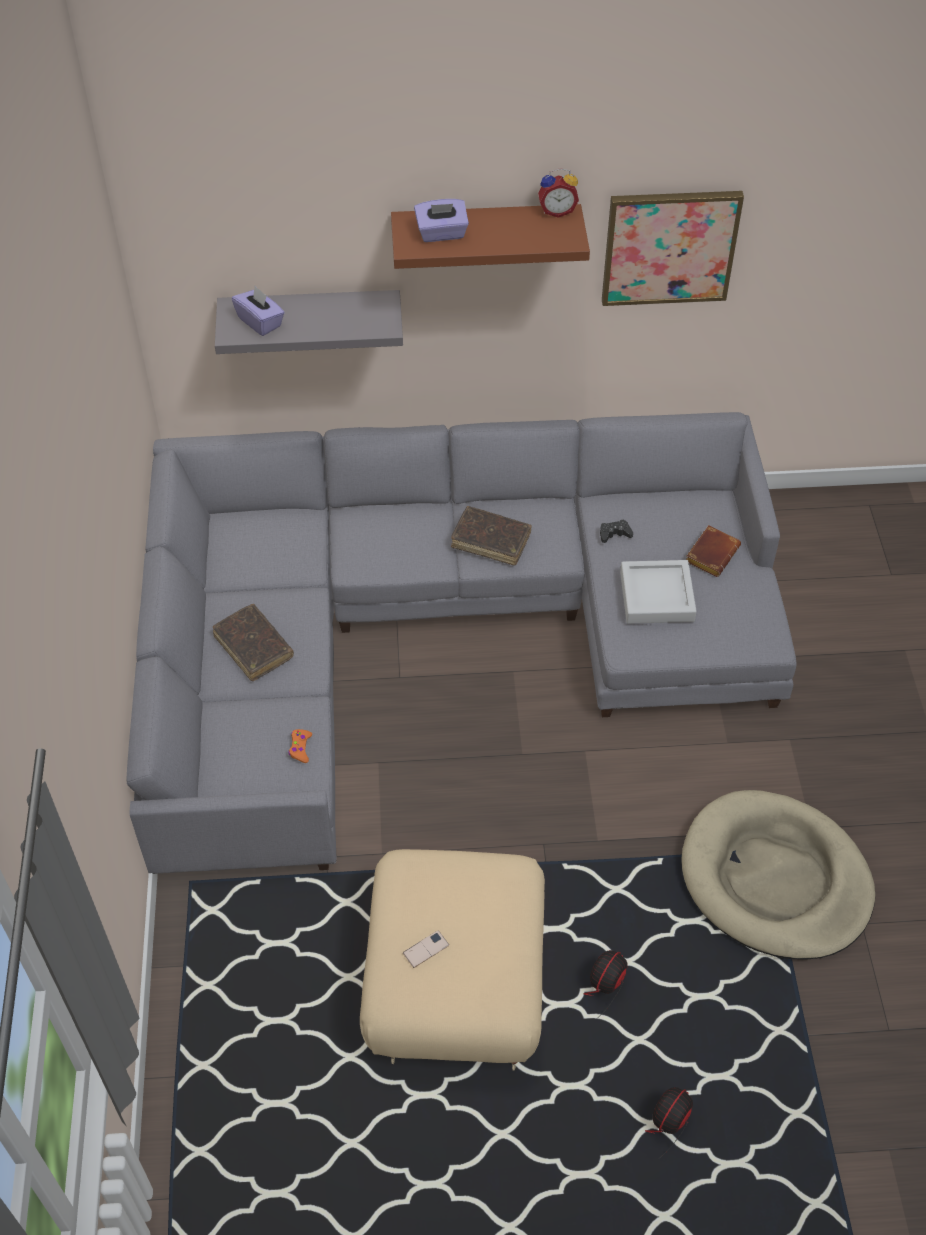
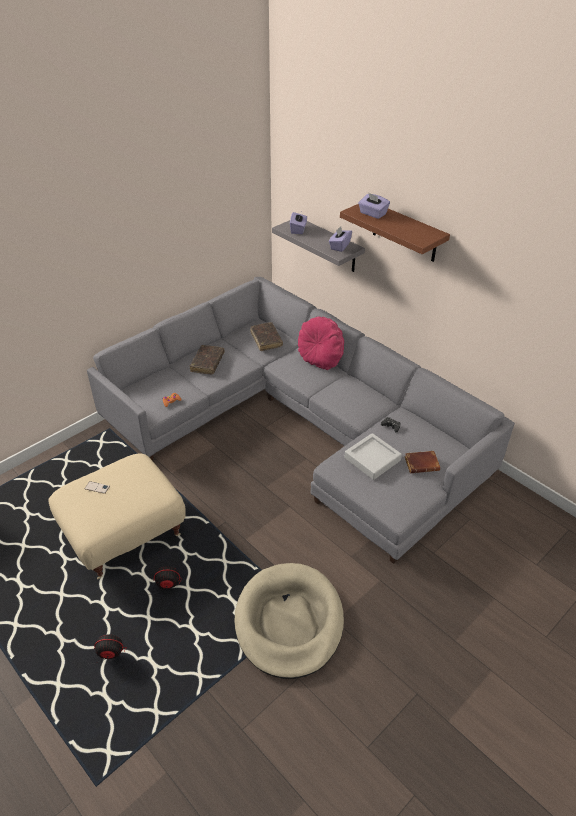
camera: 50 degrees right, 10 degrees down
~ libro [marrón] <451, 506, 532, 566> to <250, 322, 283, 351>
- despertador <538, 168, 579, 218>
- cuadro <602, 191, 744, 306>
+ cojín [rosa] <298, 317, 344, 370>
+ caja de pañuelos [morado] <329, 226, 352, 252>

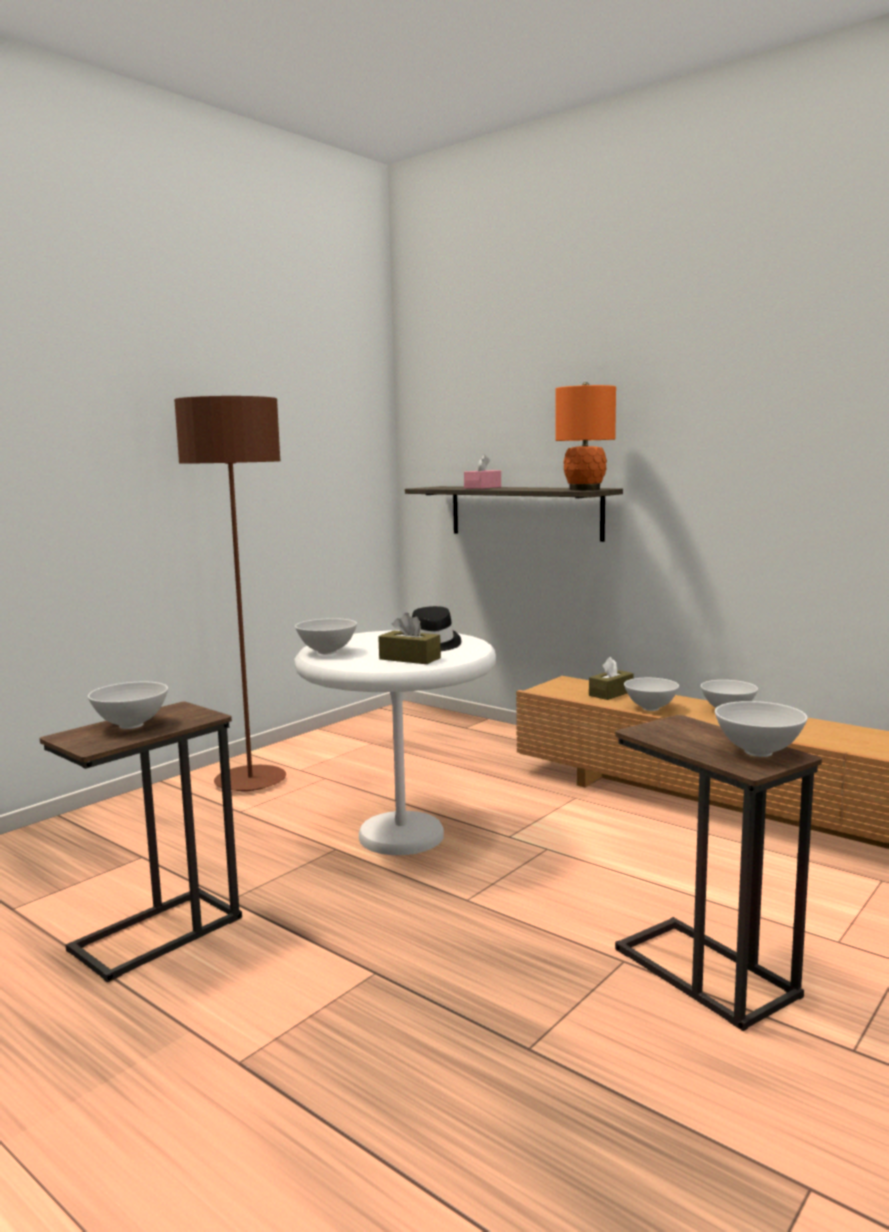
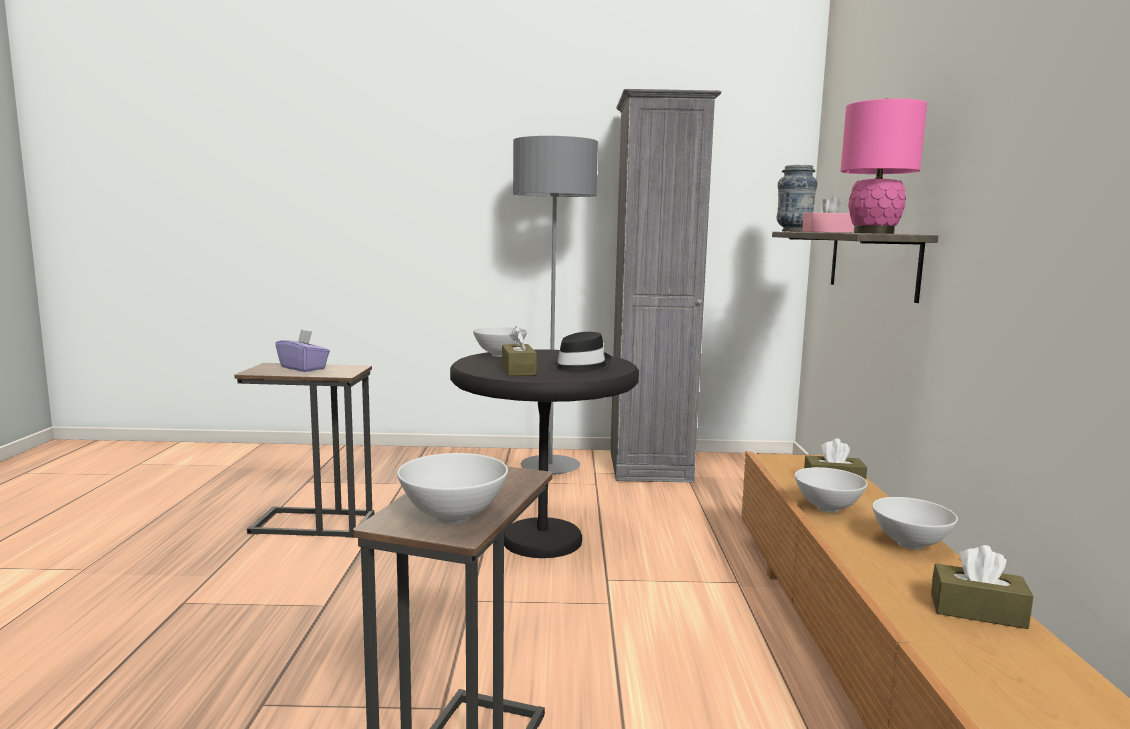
camera: 50 degrees right, 0 degrees up
~ cuenco [blanco] <88, 682, 168, 729> to caja de pañuelos [morado] <275, 329, 330, 372>
~ lámpara de pie [marrón] <174, 396, 286, 791> to lámpara de pie [gris] <513, 136, 598, 475>
~ mesa auxiliar [blanco] <295, 630, 496, 855> to mesa auxiliar [negro] <450, 349, 639, 558>
~ lámpara de mesa [naranja] <555, 382, 616, 490> to lámpara de mesa [rosa] <841, 98, 927, 234>
+ armario [gris] <611, 89, 721, 482>
+ florero <777, 165, 818, 232>
+ caja de pañuelos [marrón] <931, 545, 1034, 629>

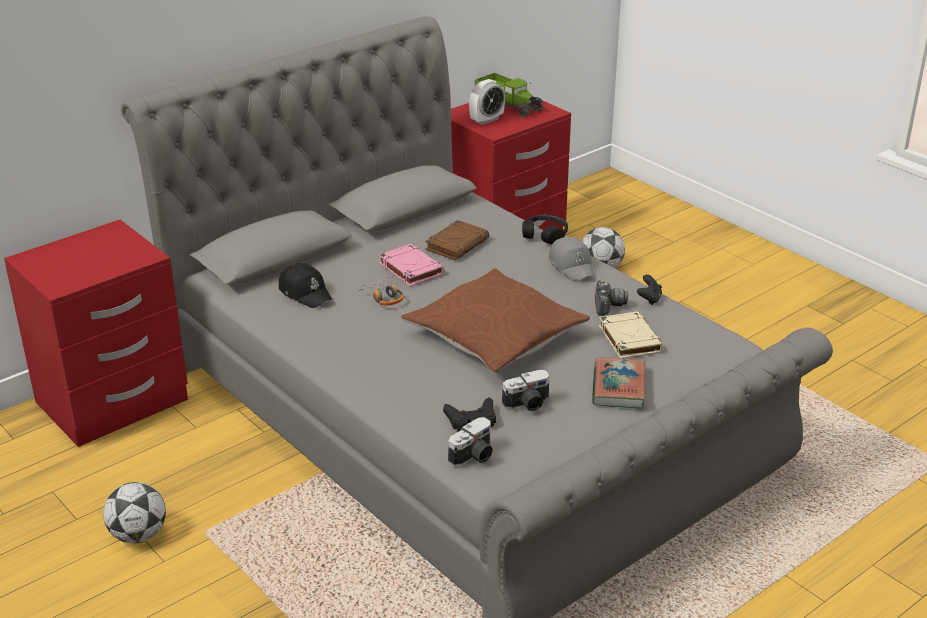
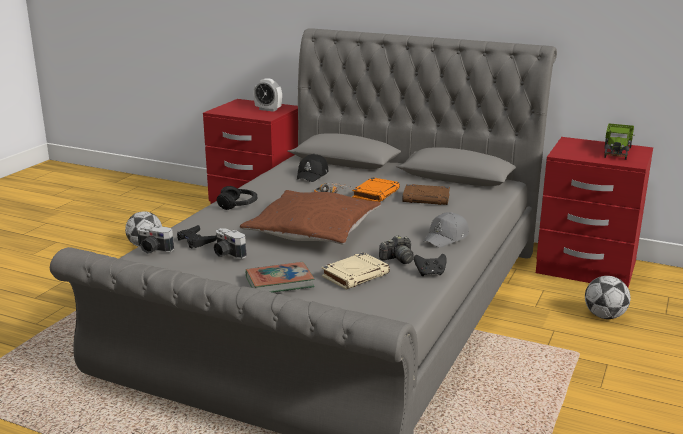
camera: 65 degrees right, 10 degrees down
~ libro [rosa] <379, 244, 444, 287> to libro [naranja] <352, 177, 400, 202>
~ despertador <469, 79, 505, 125> to <253, 78, 282, 112>
~ auriculares [negro] <522, 215, 568, 245> to <217, 186, 257, 210>

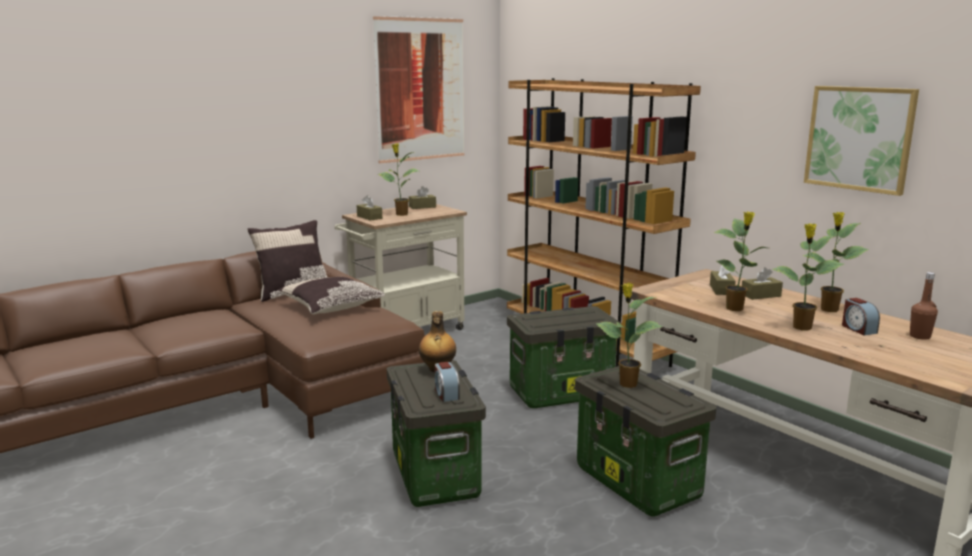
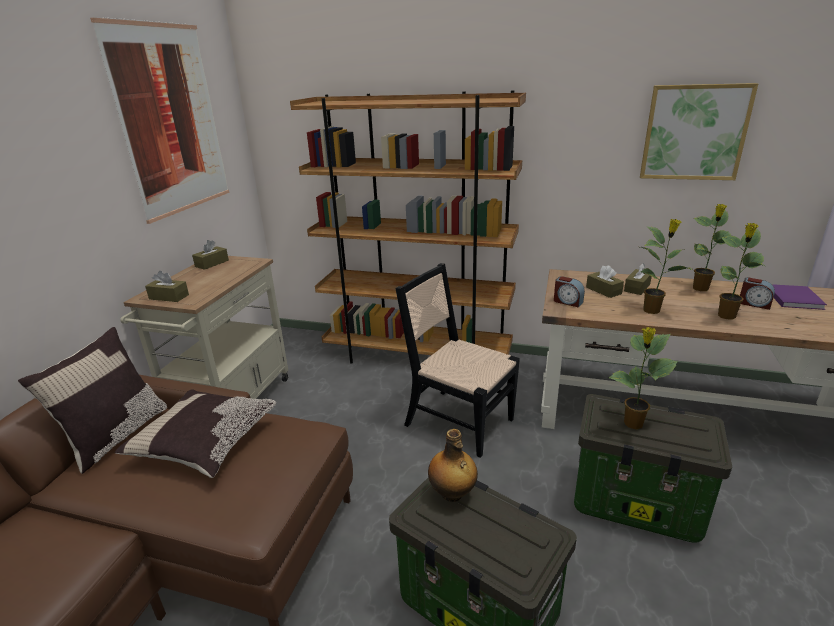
camera: 35 degrees left, 10 degrees up
- planta en maceta <378, 143, 418, 216>
~ despertador <435, 362, 460, 402> to <554, 276, 585, 307>
~ caja de almacenaje <507, 306, 621, 408> to silla <395, 263, 520, 458>
~ botella [marrón] <910, 272, 938, 340> to libro [morado] <772, 284, 827, 310>

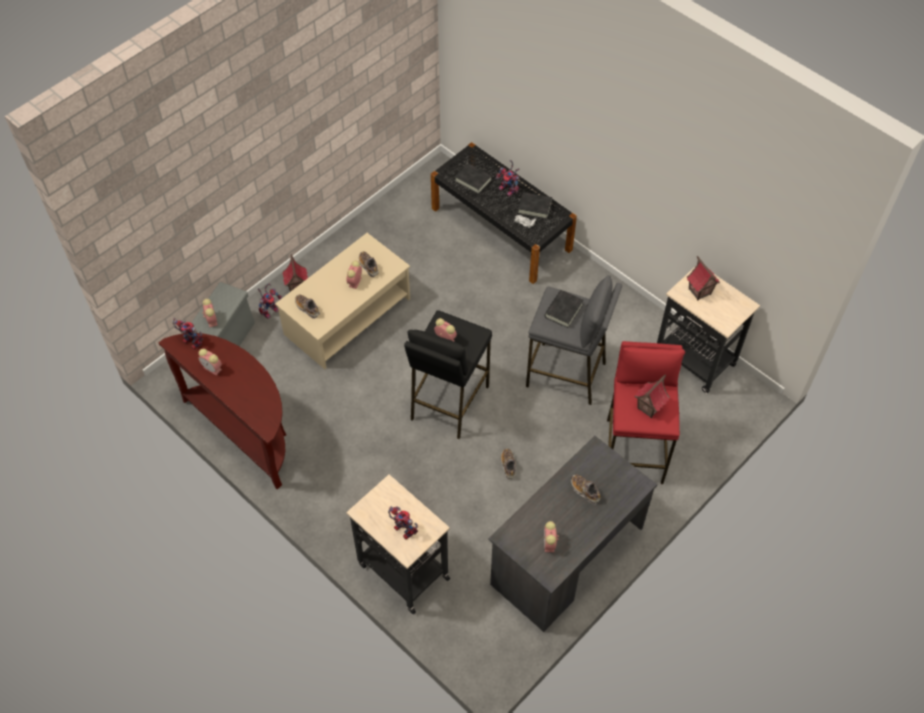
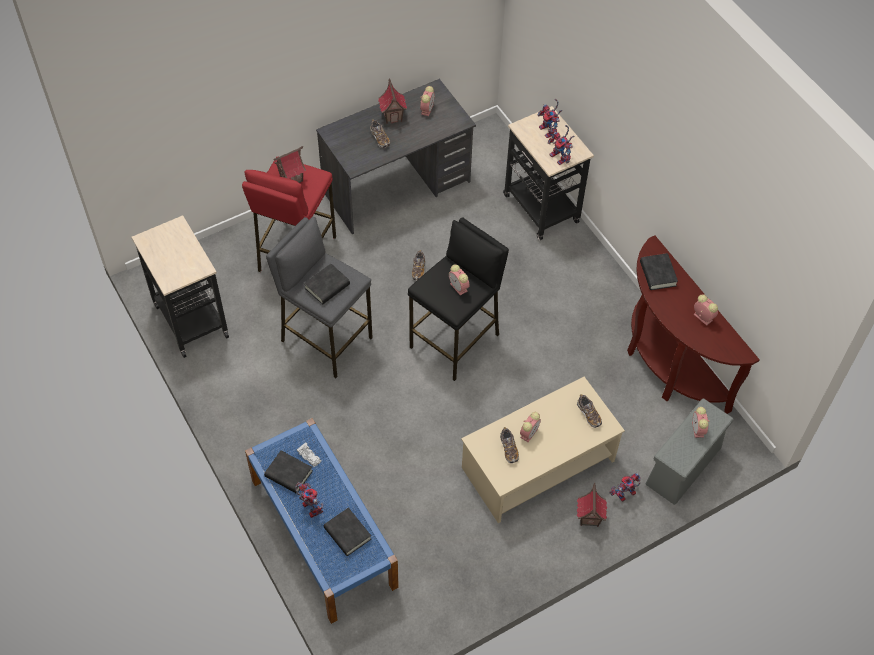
camera: 165 degrees left, 0 degrees up
~ robot de juguete <173, 318, 204, 350> to <547, 125, 575, 165>
~ banco [negro] <431, 142, 577, 284> to banco [azul] <245, 418, 399, 624>
~ casita <687, 256, 720, 301> to <378, 78, 407, 124>
+ libro [negro] <640, 253, 678, 290>

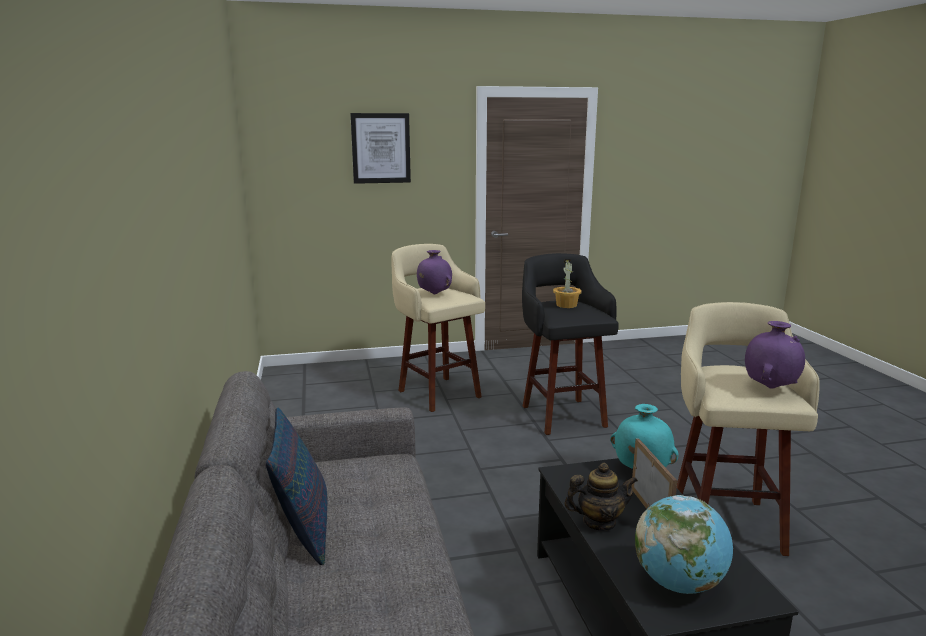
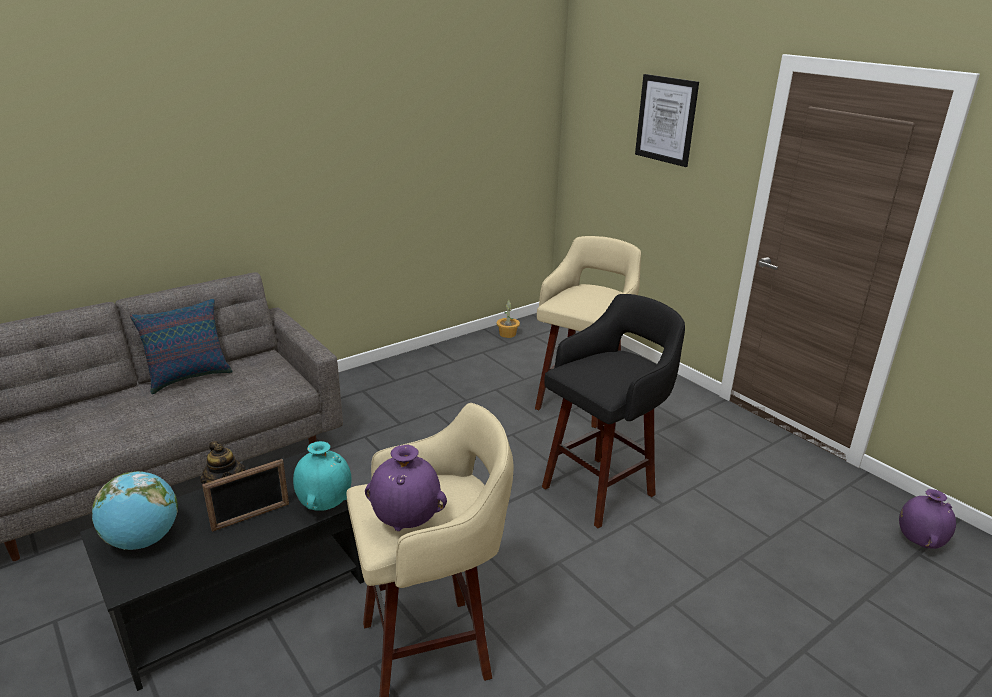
camera: 65 degrees right, 10 degrees up
~ florero [morado] <417, 250, 452, 294> to <899, 489, 956, 549>
~ planta en maceta <553, 259, 582, 308> to <496, 299, 520, 338>

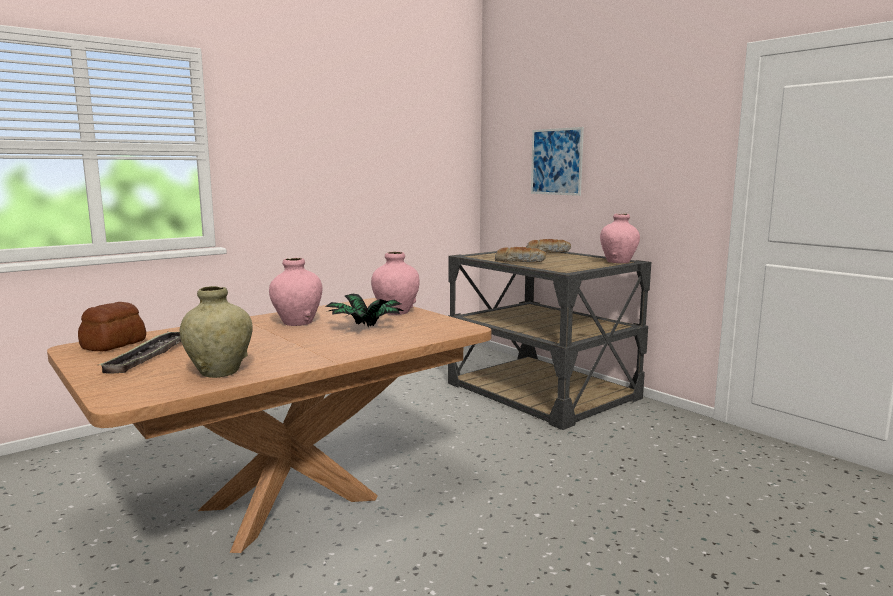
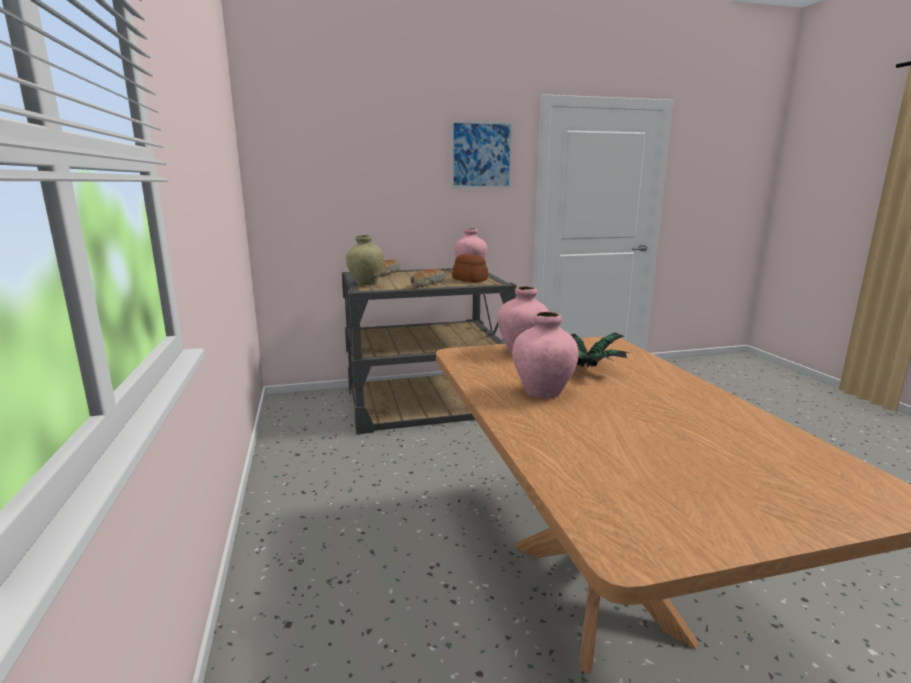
camera: 65 degrees left, 5 degrees up
~ pan <78, 302, 146, 351> to <452, 254, 488, 283>
- bandeja <97, 331, 181, 374>
~ florero [beis] <180, 286, 253, 378> to <346, 235, 384, 285>
~ cuadro <531, 127, 584, 196> to <451, 121, 513, 188>

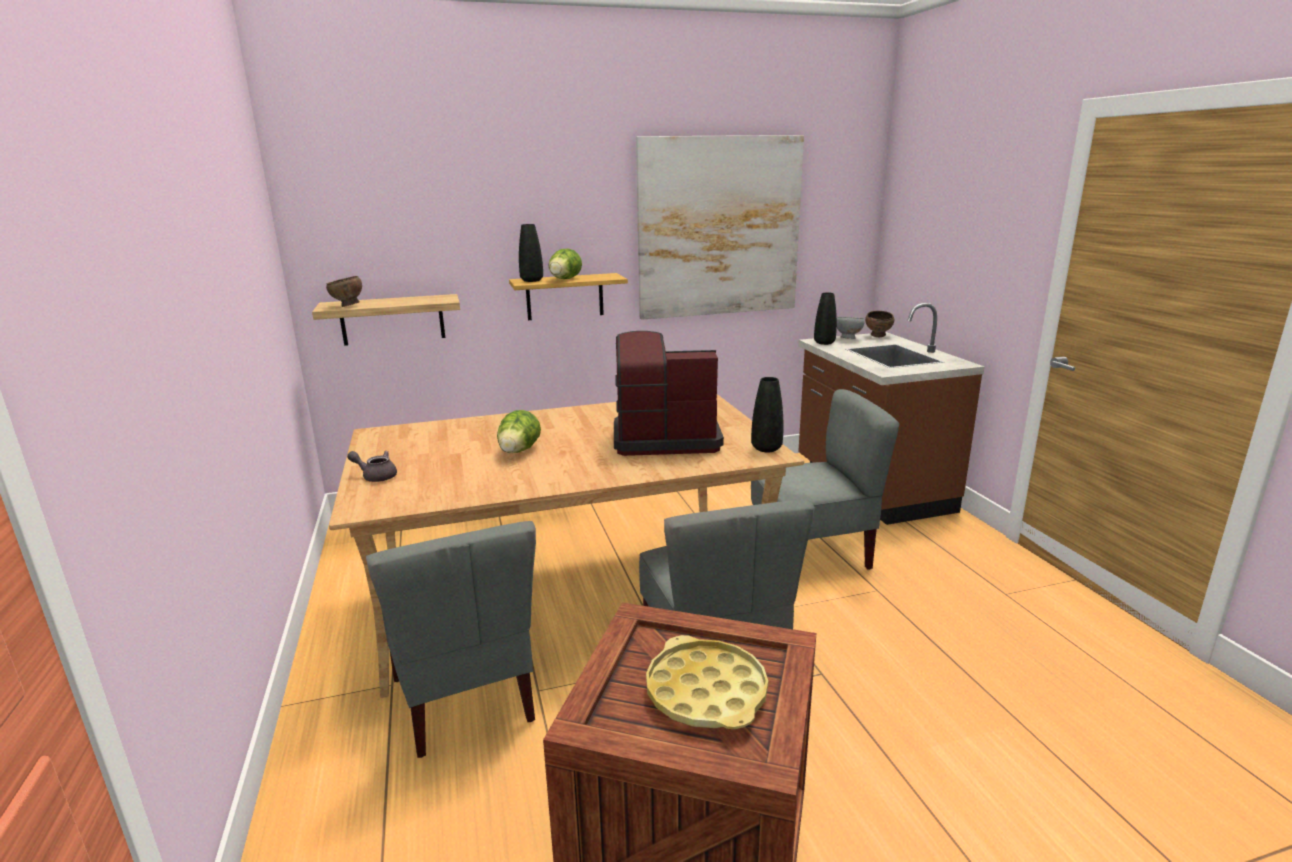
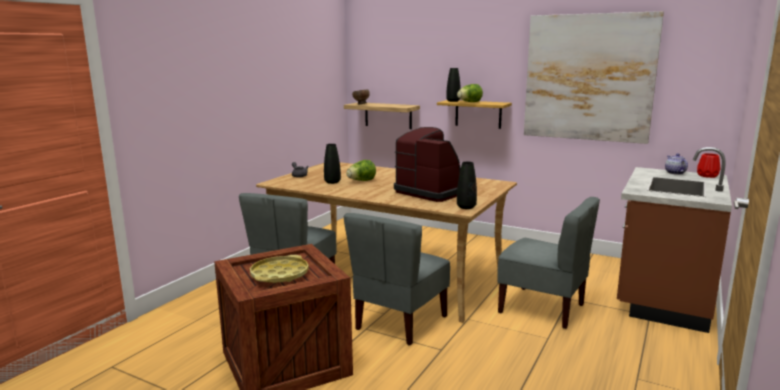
camera: 45 degrees right, 5 degrees down
~ florero [negro] <814, 292, 837, 345> to <324, 144, 341, 184>
~ cuenco [gris] <837, 317, 864, 339> to tetera <665, 154, 688, 175>
~ cuenco [marrón] <865, 311, 894, 337> to florero [rojo] <697, 153, 720, 178>

